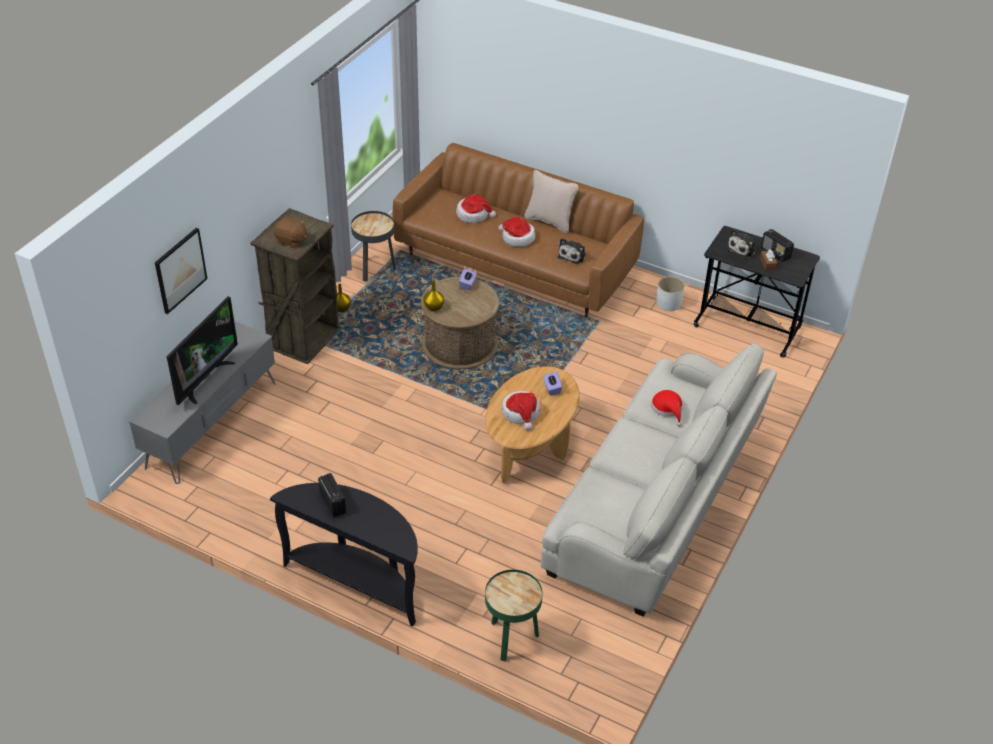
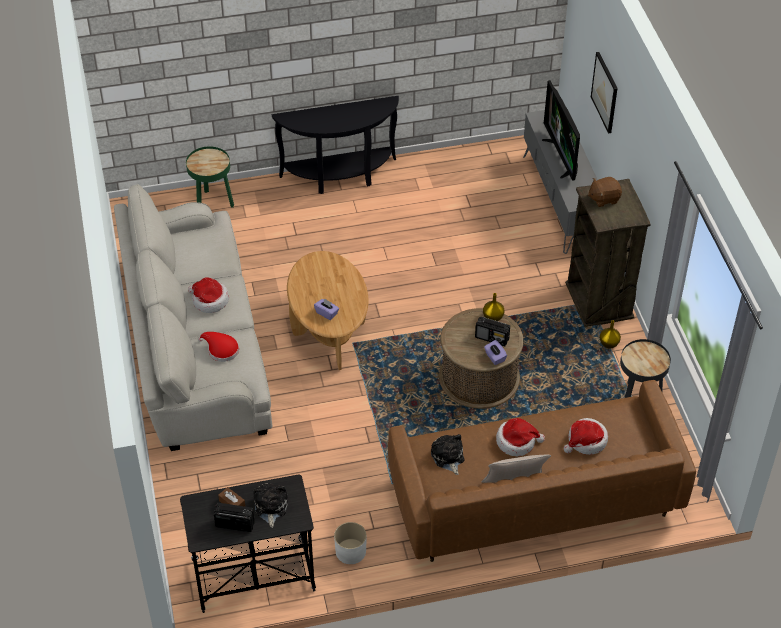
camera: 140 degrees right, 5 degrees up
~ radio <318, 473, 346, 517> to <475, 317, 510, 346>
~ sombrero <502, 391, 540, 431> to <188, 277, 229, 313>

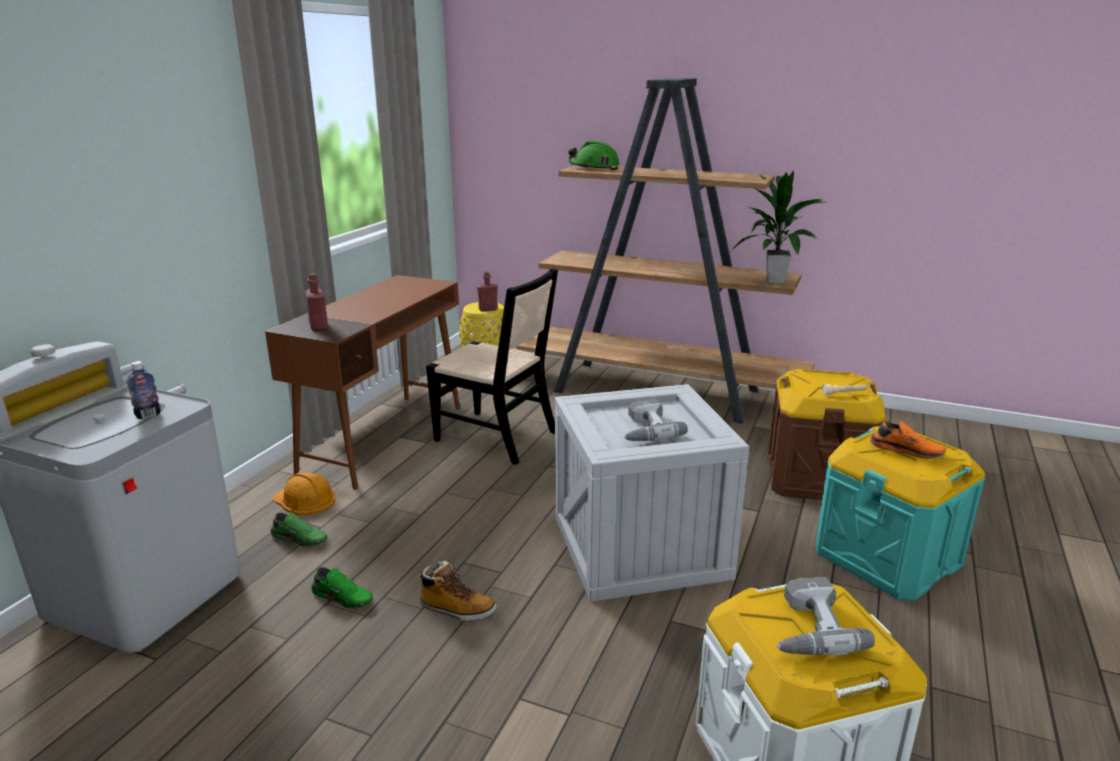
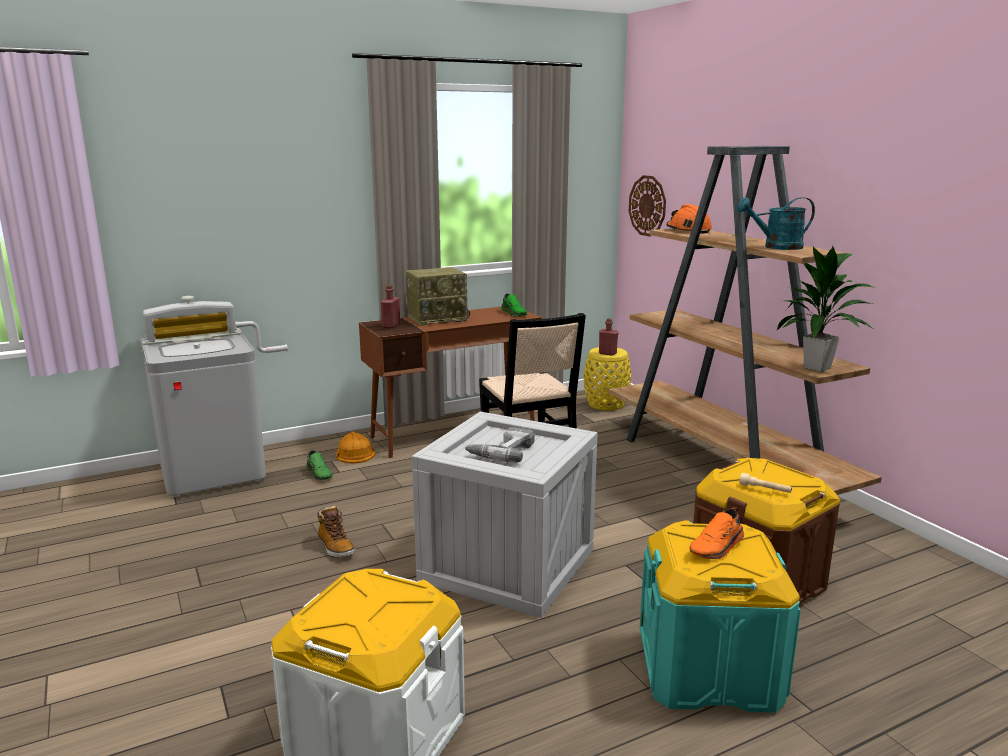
camera: 40 degrees right, 5 degrees down
- botella <127, 361, 161, 419>
~ zapato [verde] <311, 567, 373, 609> to <501, 294, 527, 316>
~ casco [verde] <568, 141, 620, 170> to casco [naranja] <667, 204, 712, 234>
- taladro <776, 577, 875, 656>
~ zapato [naranja] <870, 421, 946, 459> = <689, 508, 744, 559> 75 degrees clockwise
+ radio <406, 267, 470, 326>
+ reloj de pared <629, 175, 666, 237>
+ regadera [turquesa] <737, 197, 815, 250>

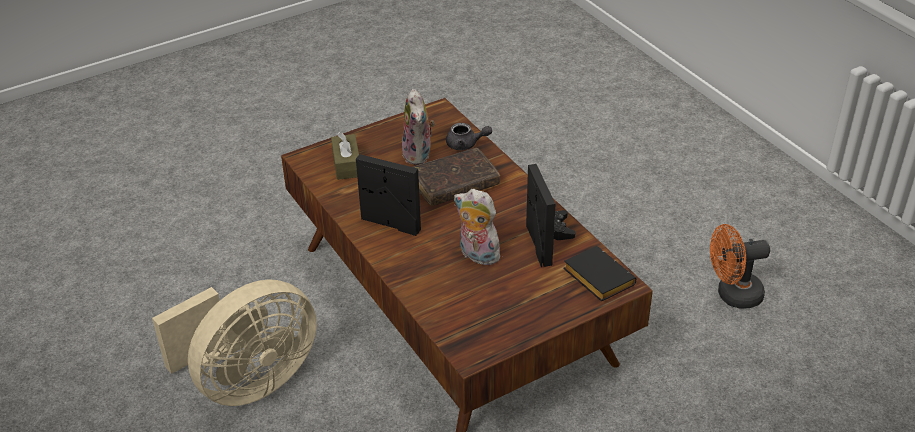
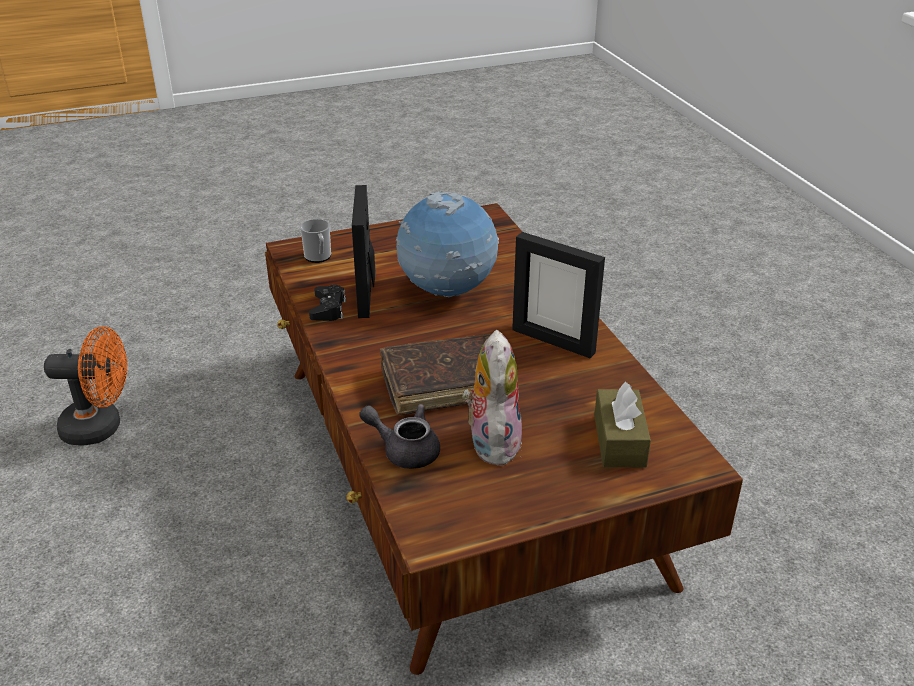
camera: 170 degrees left, 5 degrees down
- ventilador [beis] <152, 279, 317, 406>
~ peluche <454, 189, 502, 265> to globo terráqueo <396, 191, 499, 297>
~ libro [negro] <563, 246, 636, 302> to taza grande <300, 219, 331, 263>

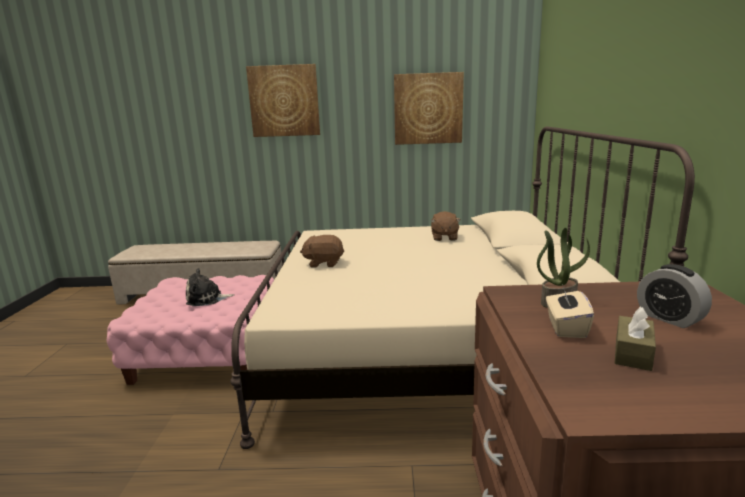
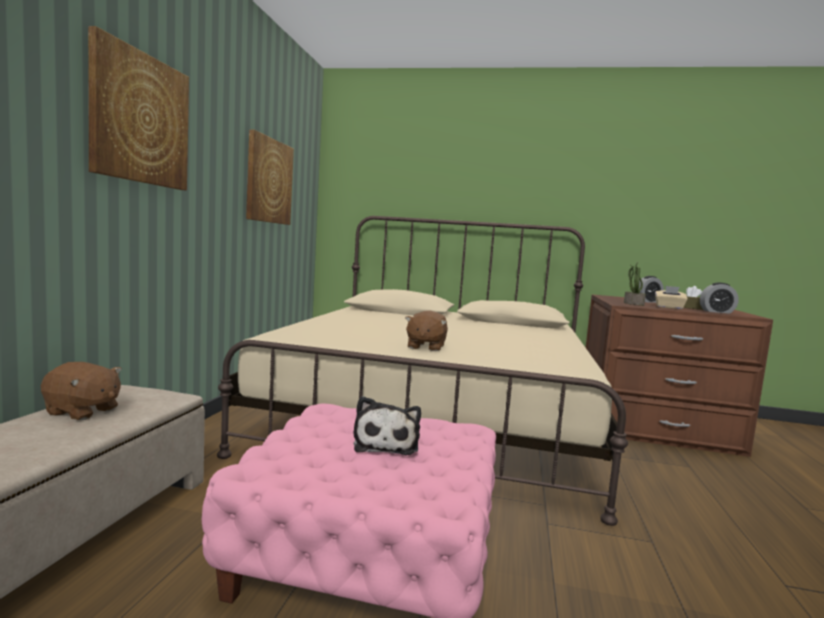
camera: 80 degrees left, 10 degrees down
~ peluche [marrón] <430, 211, 461, 241> to <41, 362, 122, 420>
+ despertador <700, 283, 739, 314>

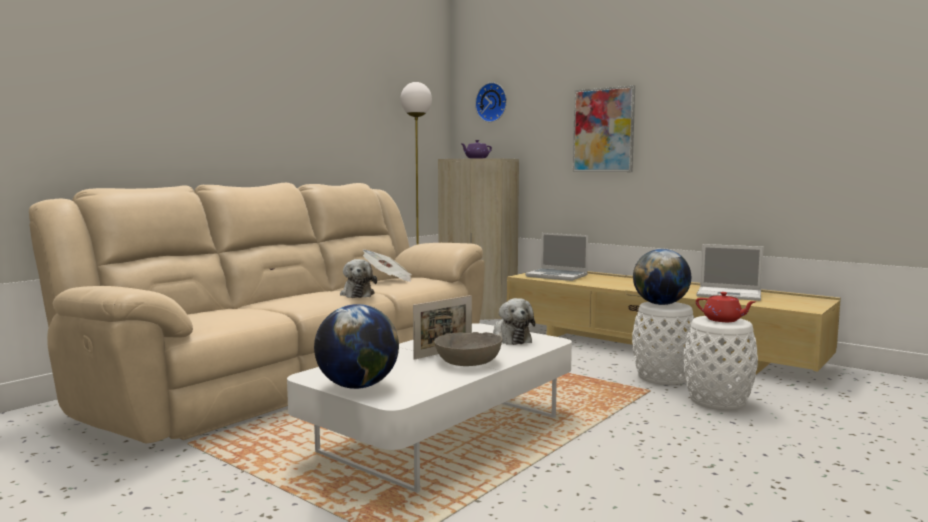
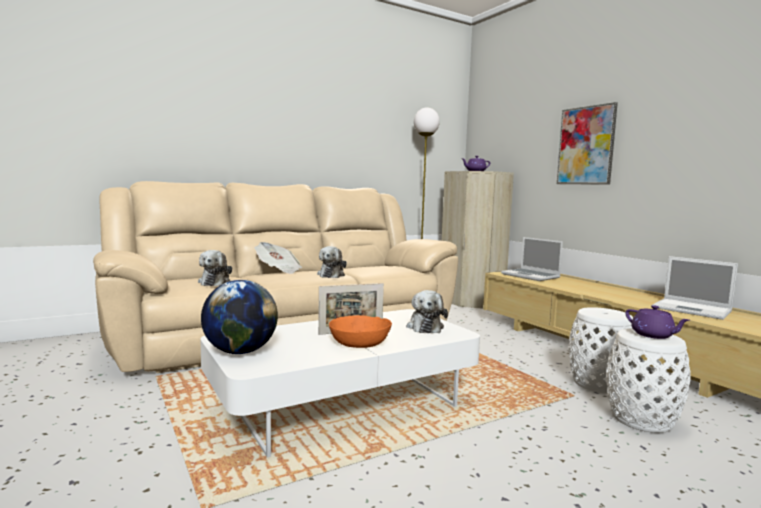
camera: 20 degrees right, 0 degrees up
~ periódico <363, 249, 412, 282> to <254, 242, 302, 274>
~ cuenco [gris] <434, 332, 502, 366> to cuenco [naranja] <329, 315, 392, 348>
- reloj de pared <475, 82, 507, 122>
- globo terráqueo <633, 249, 691, 305>
~ tetera [rojo] <696, 292, 756, 322> to tetera [morado] <625, 305, 690, 339>
+ peluche <198, 250, 232, 286>

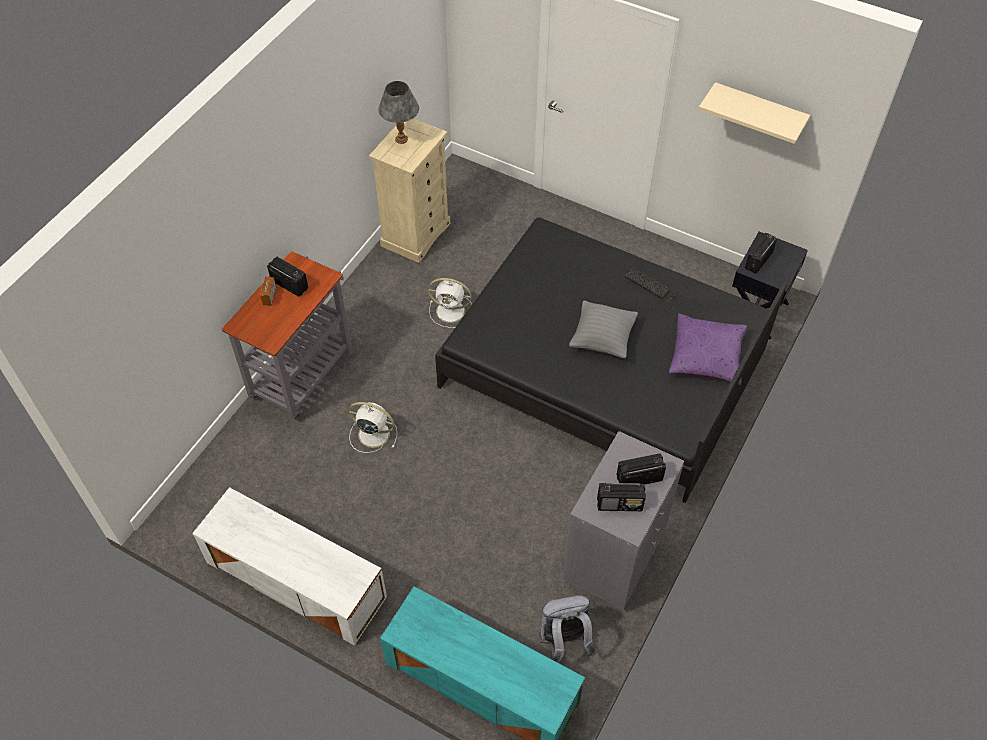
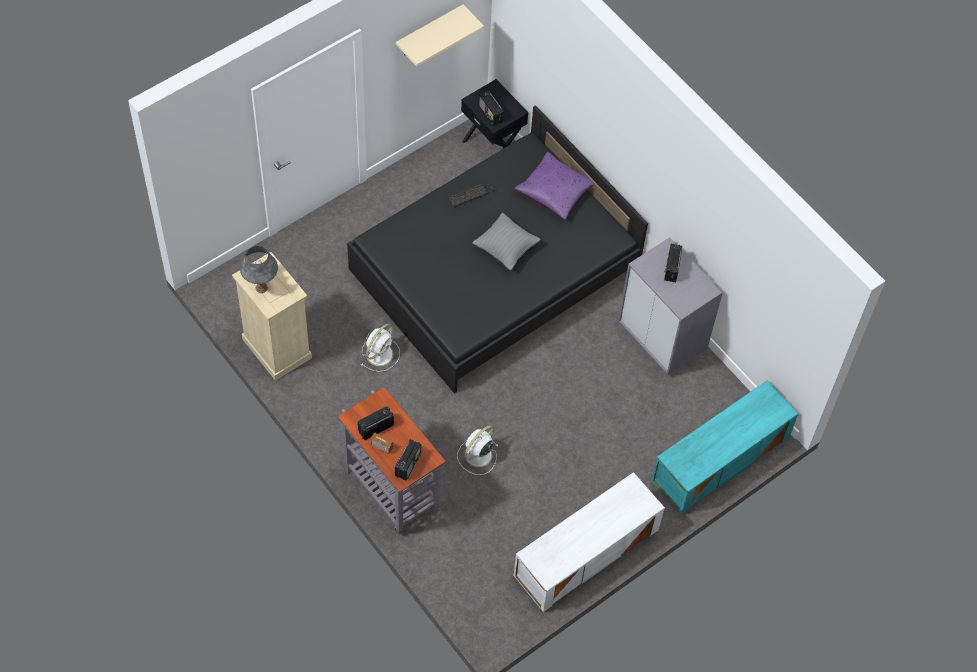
camera: 70 degrees left, 5 degrees up
- mochila [gris] <540, 595, 595, 663>
~ radio <597, 482, 646, 511> to <395, 440, 421, 480>

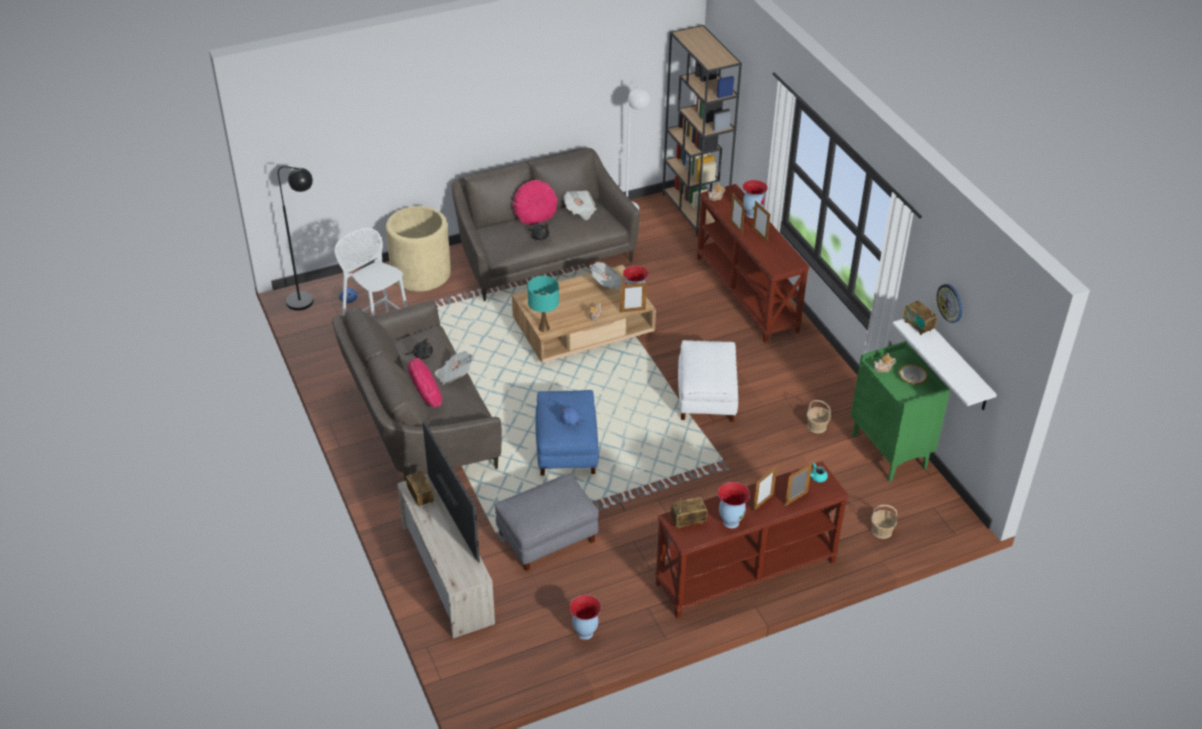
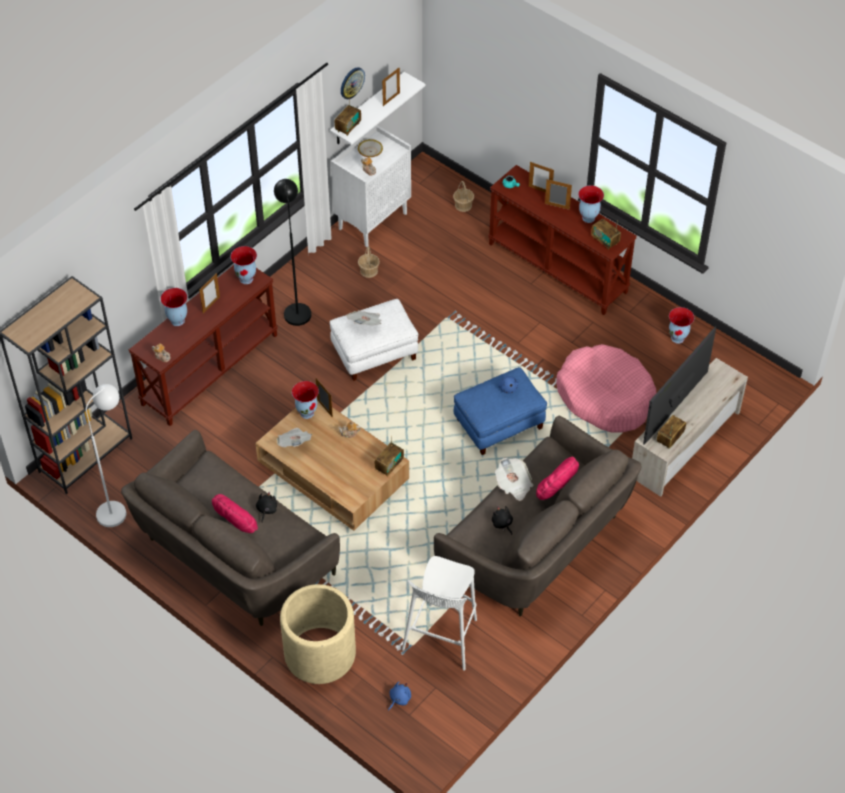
camera: 115 degrees left, 10 degrees up
~ lámpara de pie [negro] <278, 166, 314, 311> to <274, 179, 311, 326>
~ puf [gris] <494, 474, 599, 571> to cama para perro [rosa] <556, 344, 656, 433>
~ lámpara de mesa [turquesa] <527, 276, 559, 332> to radio <375, 436, 404, 476>
~ periódico <563, 190, 597, 220> to <347, 310, 382, 326>
~ portarretratos <730, 193, 745, 235> to <382, 67, 400, 106>
~ armario [verde] <851, 341, 951, 481> to armario [blanco] <331, 125, 411, 247>
+ florero <230, 246, 257, 284>

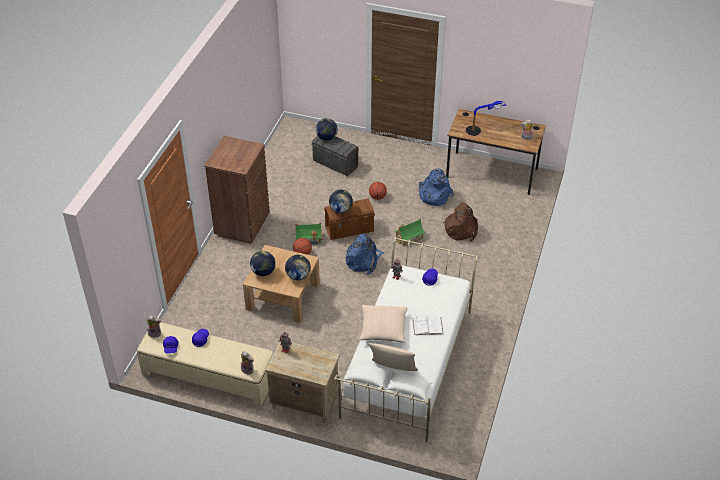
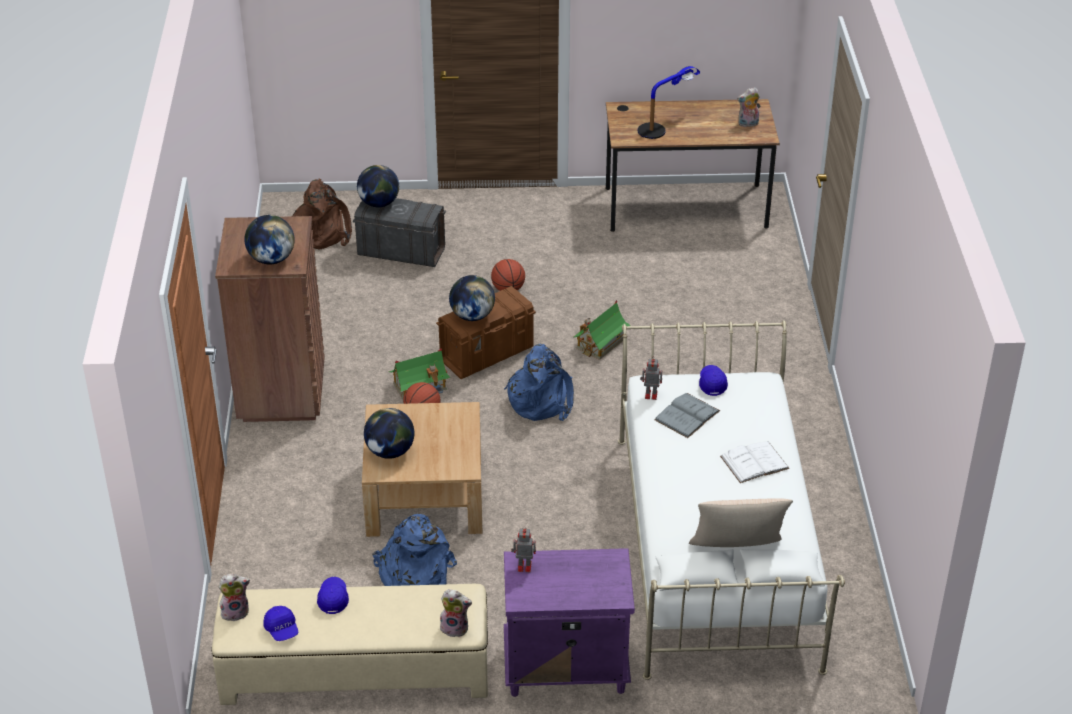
camera: 20 degrees left, 5 degrees down
~ mesita de noche [beis] <266, 341, 340, 423> to mesita de noche [morado] <504, 548, 635, 697>
~ globo terráqueo <285, 255, 311, 280> to <244, 215, 295, 264>
- cojín [beis] <359, 305, 407, 343>
~ mochila [azul] <419, 168, 454, 206> to <372, 514, 457, 586>
~ mochila [marrón] <443, 202, 478, 242> to <292, 179, 352, 249>
+ libro [gris] <654, 393, 720, 438>

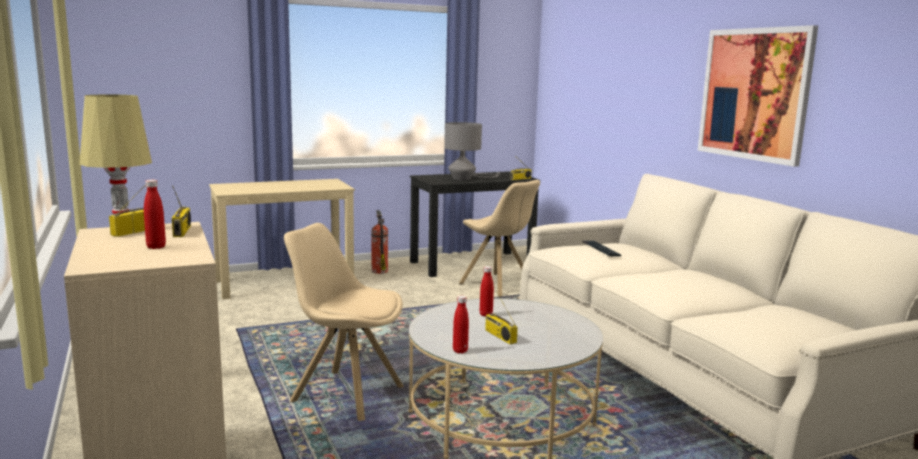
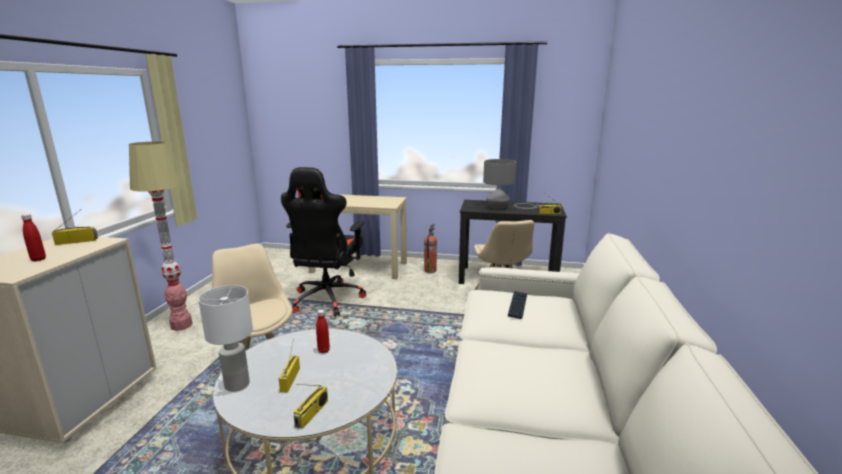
camera: 35 degrees right, 5 degrees up
~ radio <172, 185, 191, 237> to <294, 384, 328, 429>
~ botella [rojo] <453, 296, 469, 353> to lámpara de mesa [blanco] <198, 285, 253, 392>
- cuadro <698, 25, 818, 167>
+ silla de oficina [negro] <281, 167, 366, 317>

